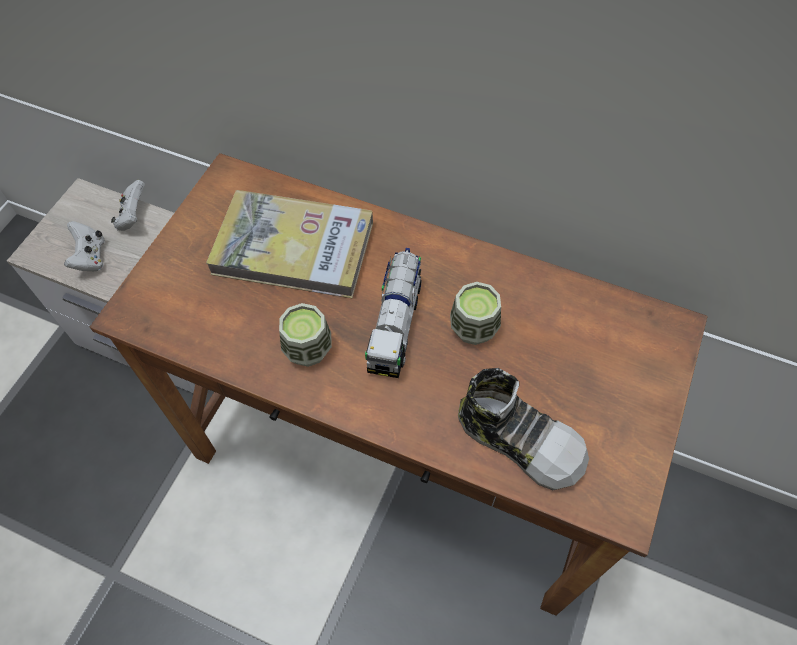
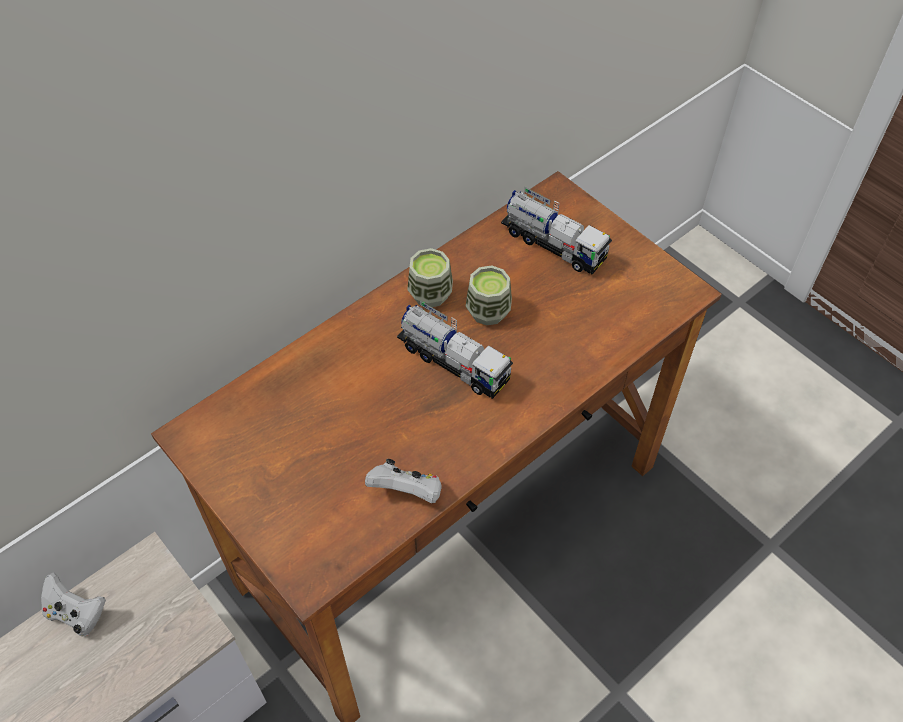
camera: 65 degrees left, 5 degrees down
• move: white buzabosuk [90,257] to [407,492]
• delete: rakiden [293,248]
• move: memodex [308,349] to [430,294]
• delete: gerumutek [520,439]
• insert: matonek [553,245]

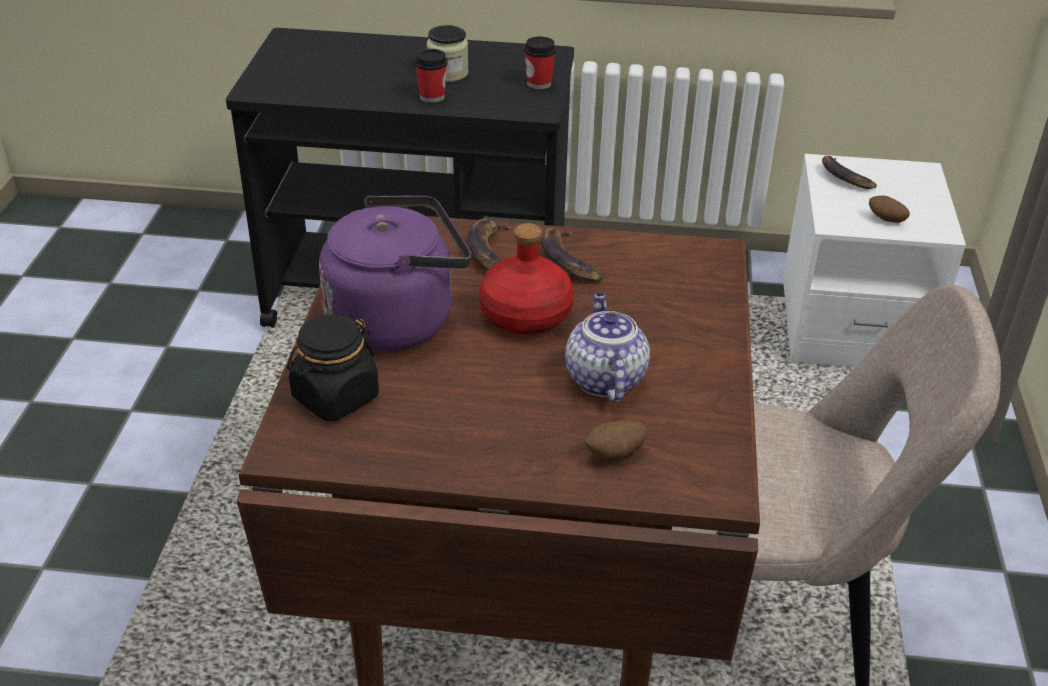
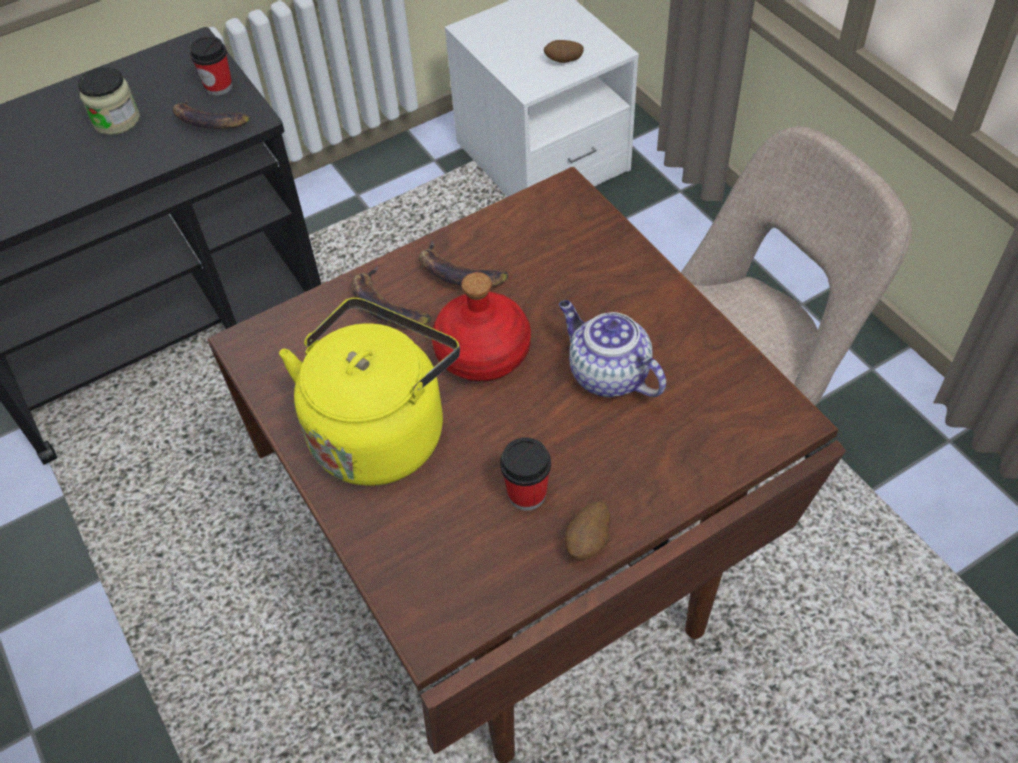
camera: 35 degrees left, 15 degrees up
• delete: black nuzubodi [335,397]
• recolor: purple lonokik [397,320] to yellow lonokik [381,429]
• move: memodex [432,97] to [527,494]
• move: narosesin [615,454] to [588,542]
• move: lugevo [844,177] to [209,121]

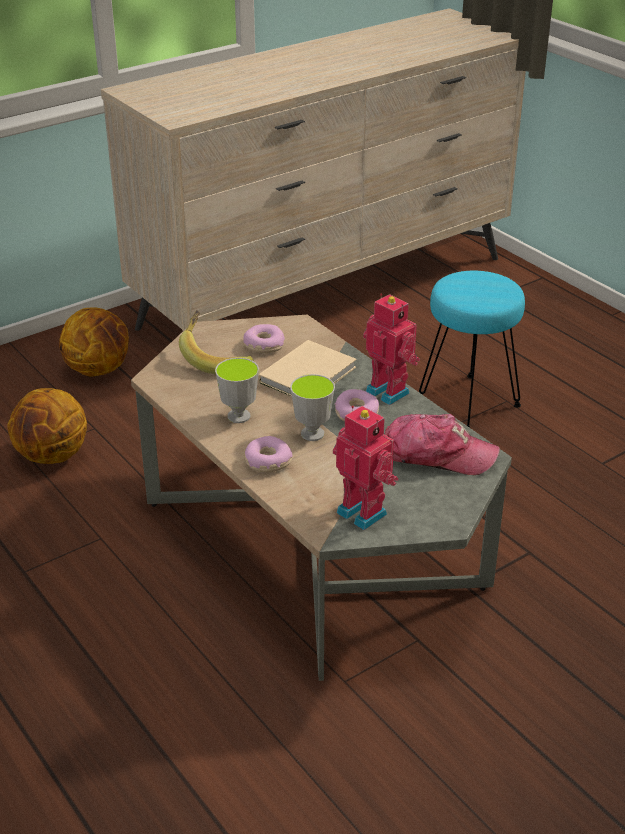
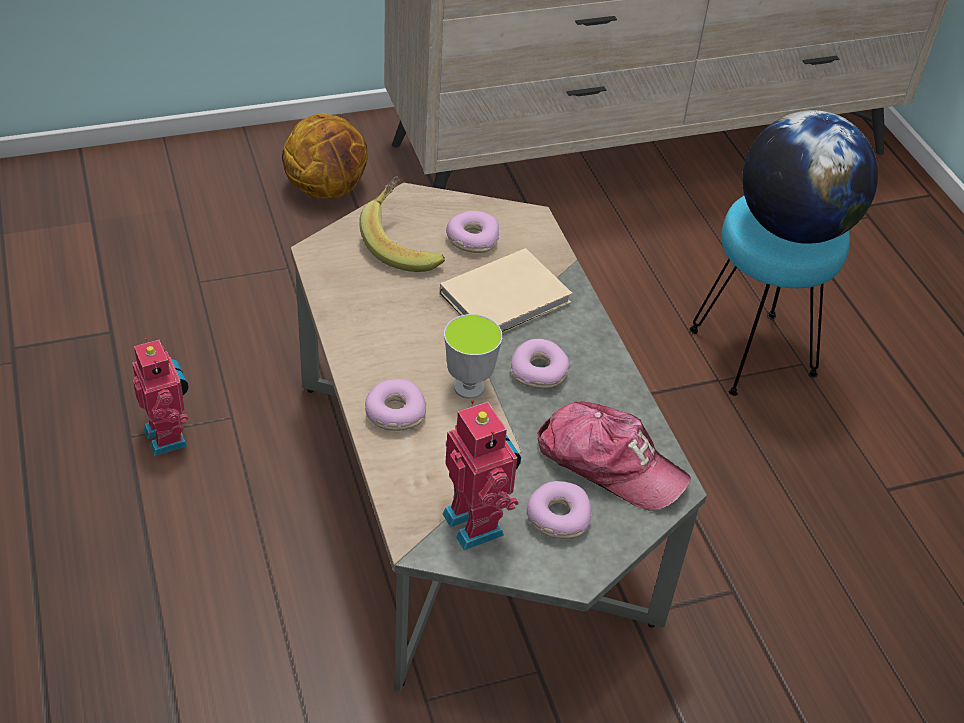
camera: 15 degrees right, 10 degrees up
• delete: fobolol [52,456]
• delete: memodex [239,416]
• move: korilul [389,391] to [169,436]
• insert: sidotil [557,517]
• insert: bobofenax [793,228]

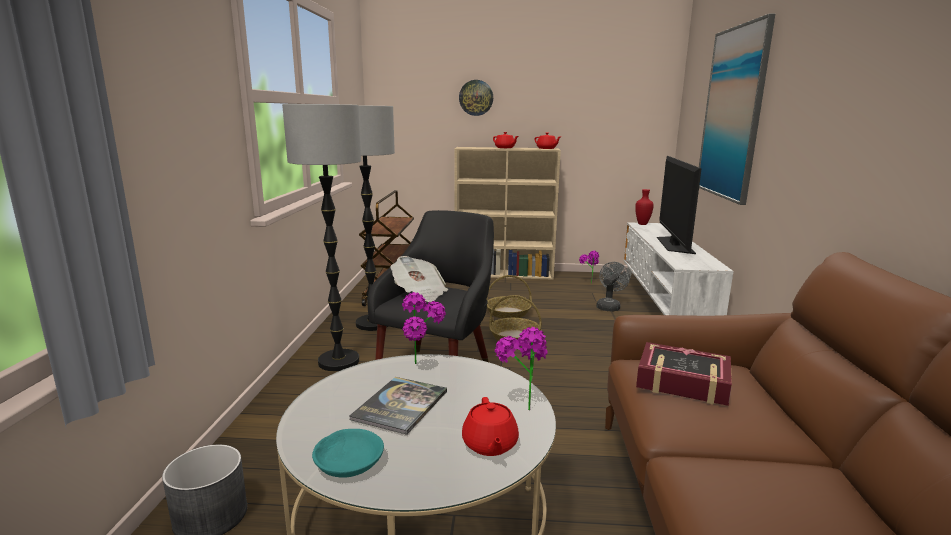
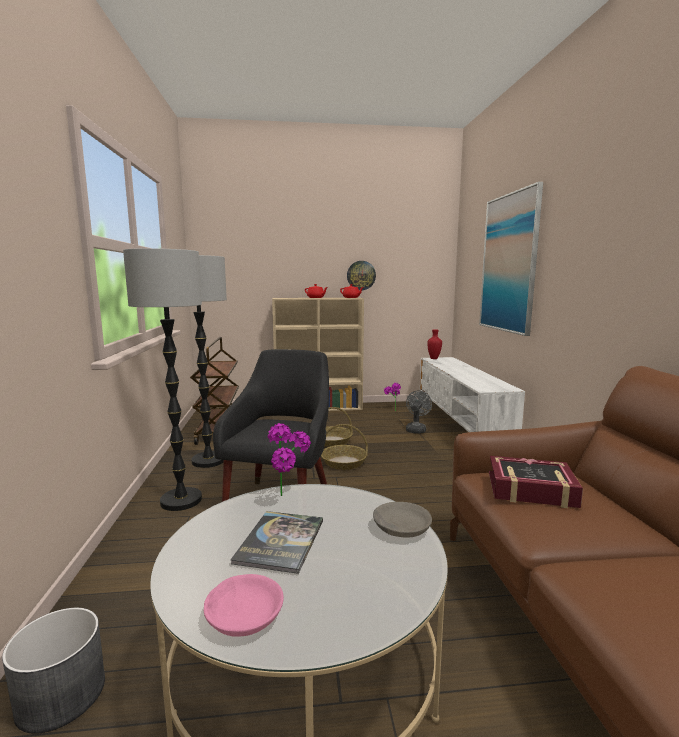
camera: 10 degrees left, 5 degrees down
• recolor: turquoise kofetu [349,462] to pink kofetu [244,615]
• delete: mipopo [419,293]
• move: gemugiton [476,98] to [361,275]
• delete: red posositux [489,445]
• replace: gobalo [521,405] to grey kofetu [400,527]
• delete: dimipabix [674,244]

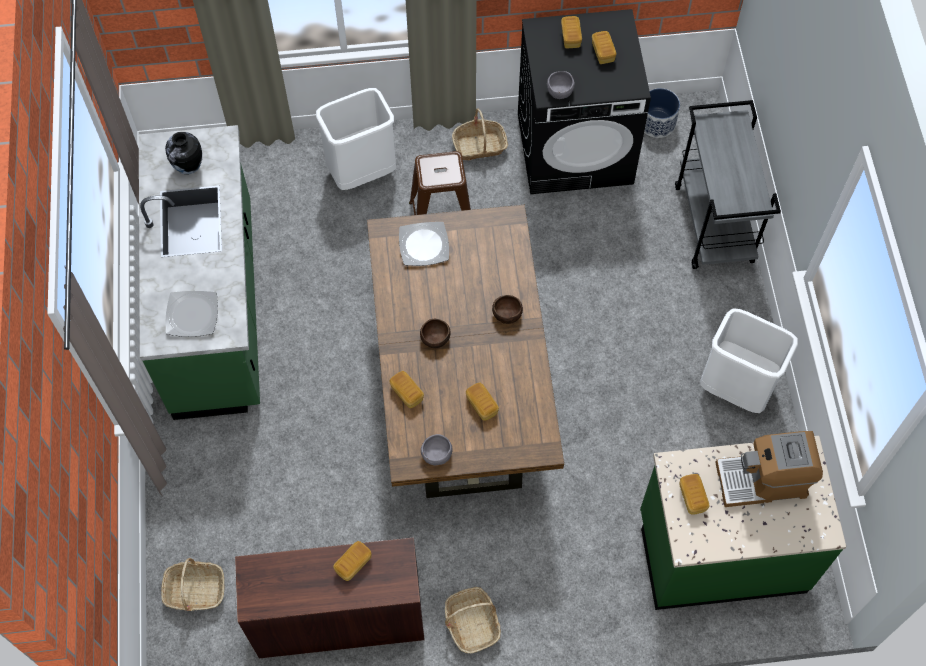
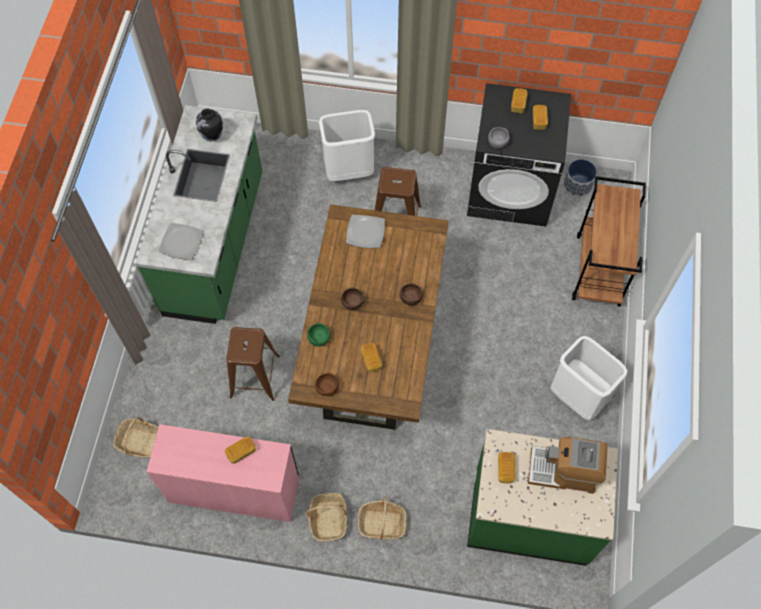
camera: 15 degrees right, 0 degrees up
• recolor: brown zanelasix [339,617] to pink zanelasix [234,488]
• replace: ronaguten [407,393] to green kofetu [319,337]
• recolor: grey kofetu [436,454] to brown kofetu [326,387]
• move: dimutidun [479,146] to [382,523]
• recolor: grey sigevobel [714,224] to brown sigevobel [598,271]
• insert: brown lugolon [254,377]

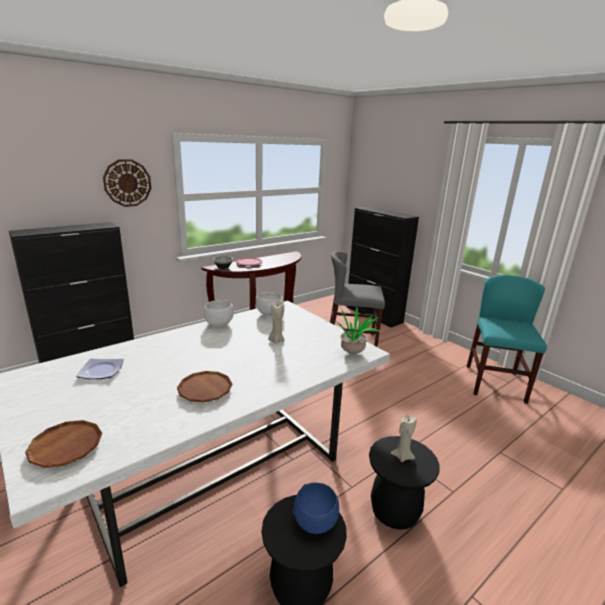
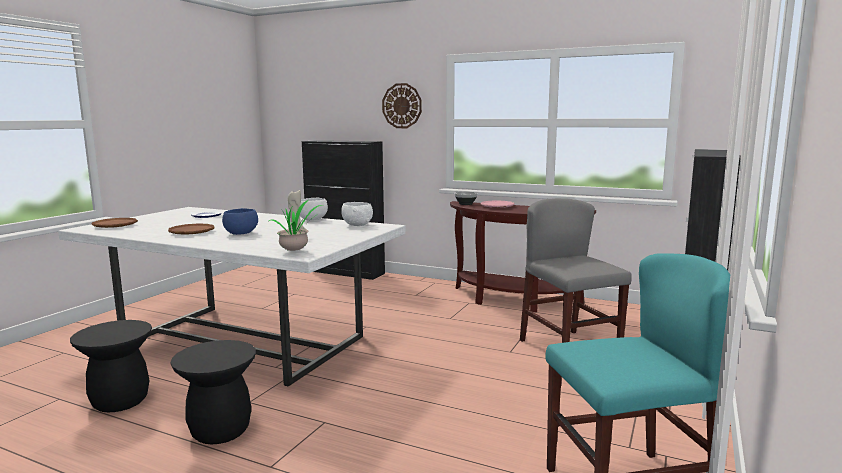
camera: 65 degrees right, 10 degrees down
• move: blue kofetu [315,522] to [240,234]
• delete: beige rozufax [402,456]

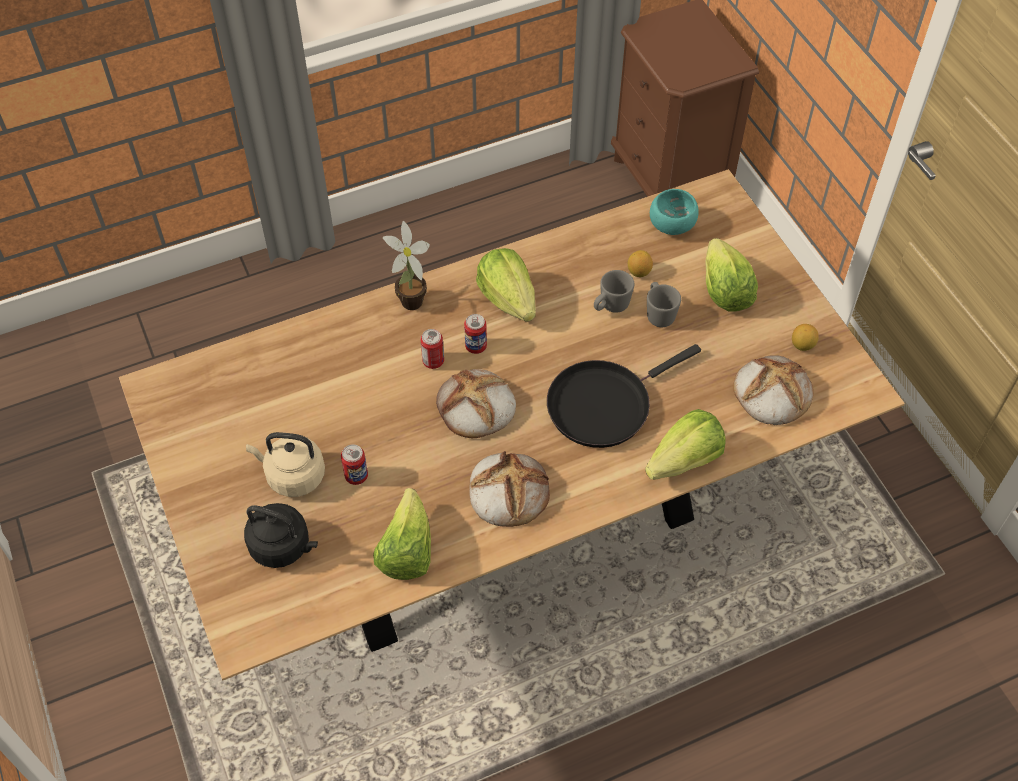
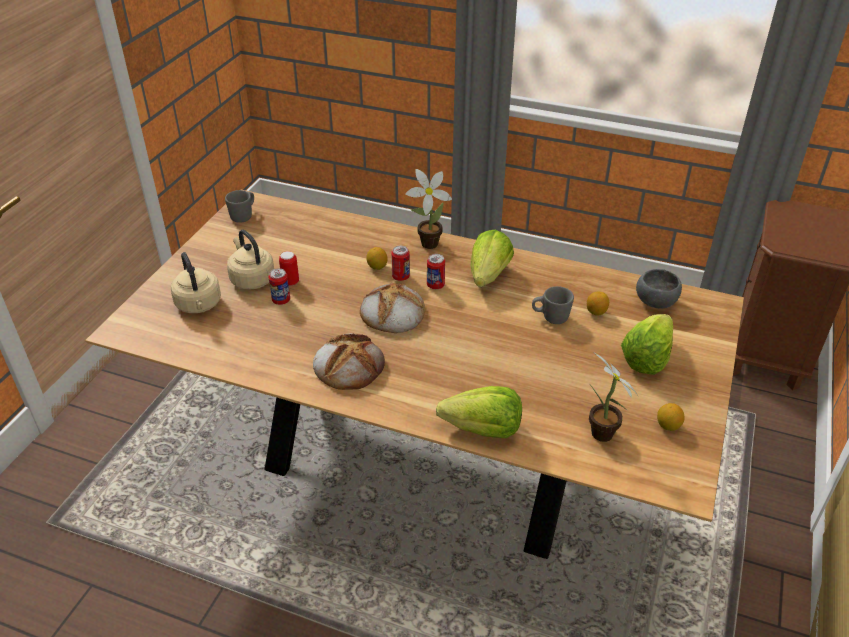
camera: 45 degrees right, 15 degrees down
• recolor: black lonokik [283,546] to beige lonokik [199,305]
• delete: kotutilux [406,551]
• delete: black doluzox [604,404]
• move: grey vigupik [658,313] to [244,216]
• recolor: turquoise kofetu [673,225] to grey kofetu [656,303]
• replace: ronaguten [771,393] to gobalo [603,436]
• insert: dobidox [290,282]
• insert: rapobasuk [377,267]

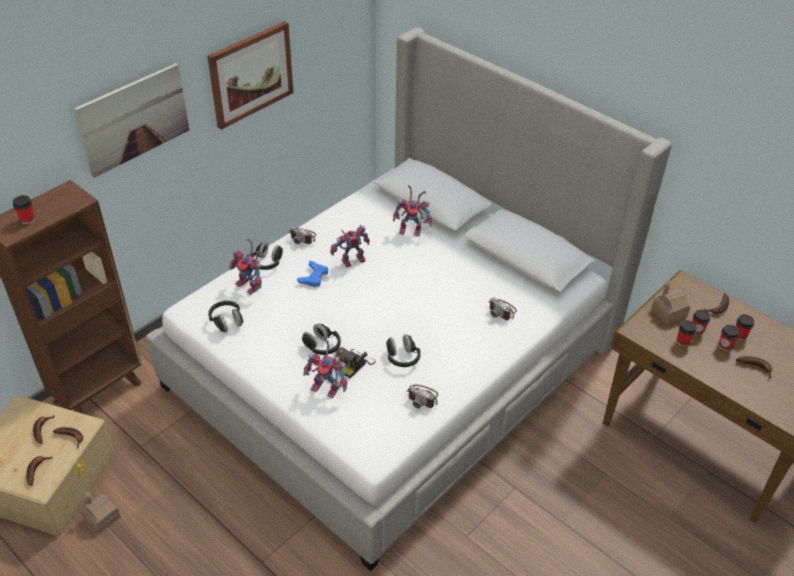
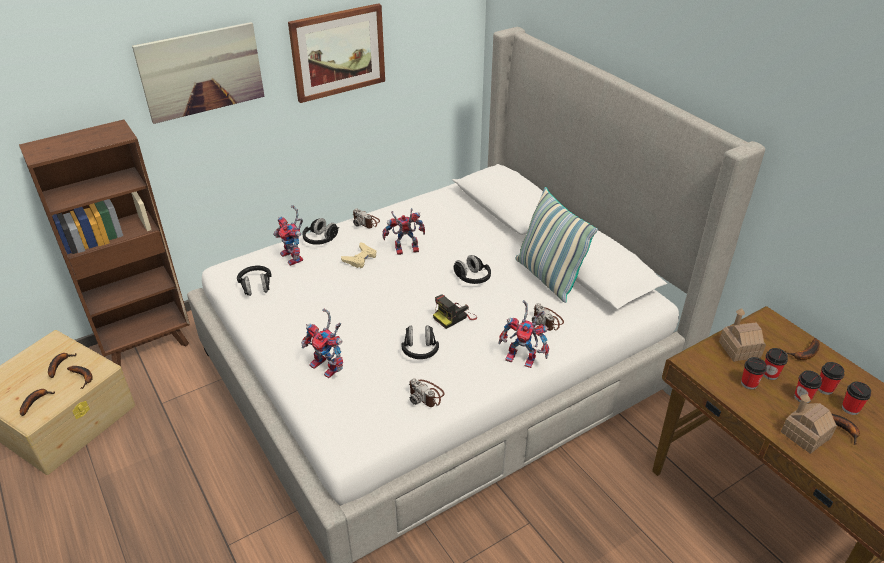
camera: 15 degrees right, 5 degrees down
• move: memodex [28,220] to [850,408]
• move: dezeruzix [102,517] to [805,435]
• recolor: blue buzabosuk [314,277] to beige buzabosuk [360,258]
• move: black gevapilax [322,346] to [472,278]
• move: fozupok [354,364] to [454,316]
• move: korilul [412,230] to [524,358]
• insert: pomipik [548,277]

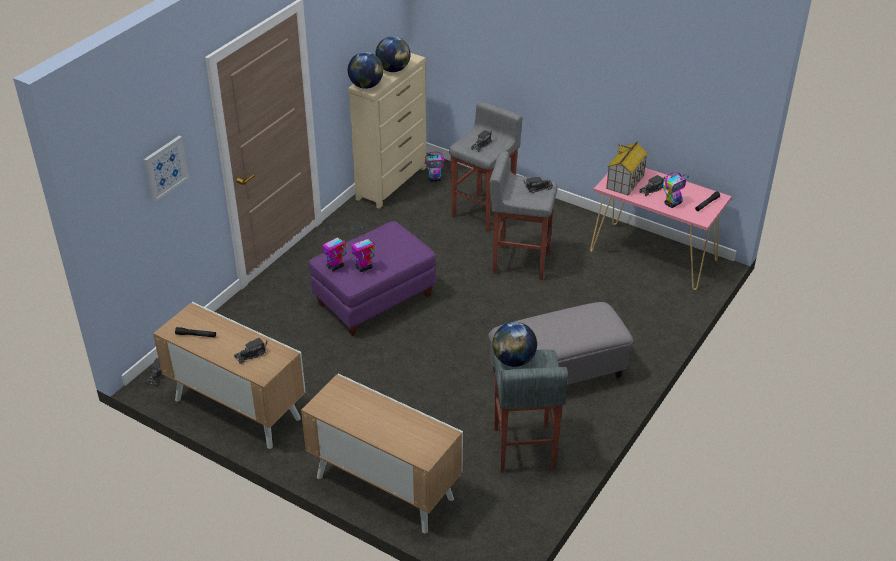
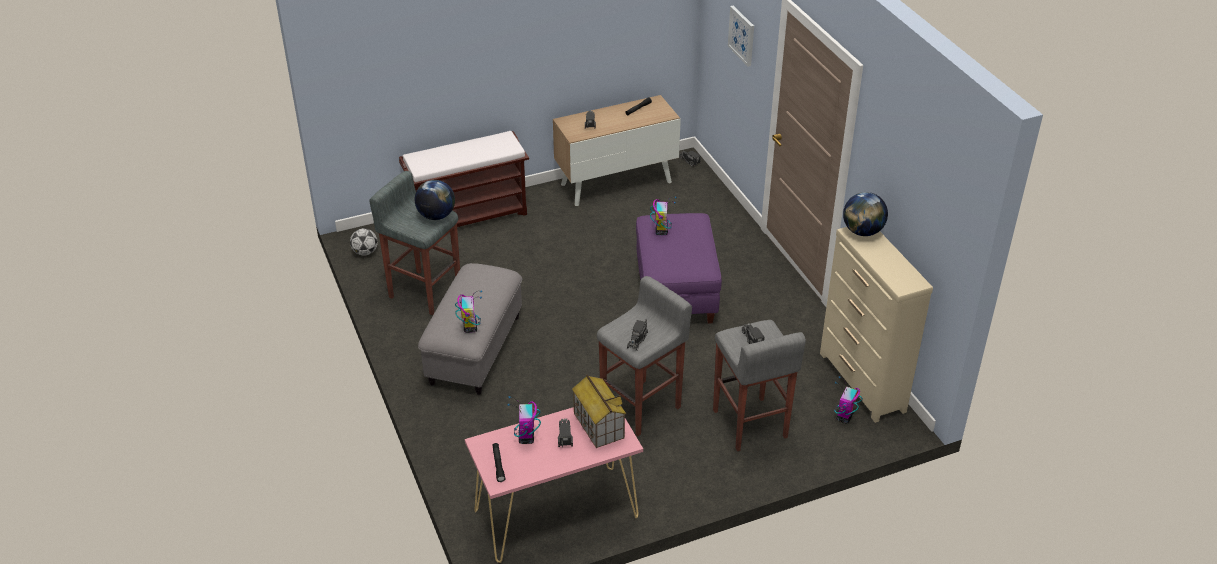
camera: 125 degrees right, 0 degrees up
• replace: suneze [383,488] to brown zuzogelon [469,215]
• move: korilul [335,267] to [470,327]
• delete: bobofenax [393,70]
• insert: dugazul [365,252]

